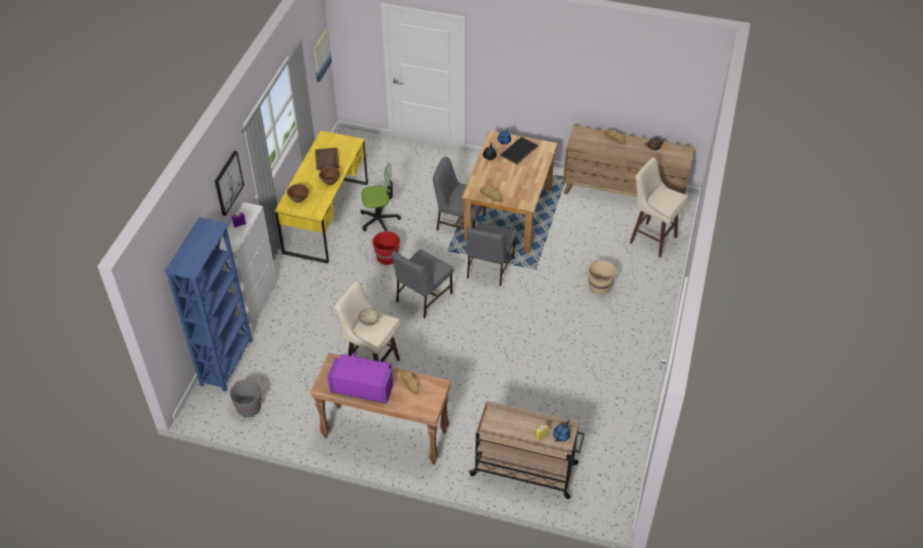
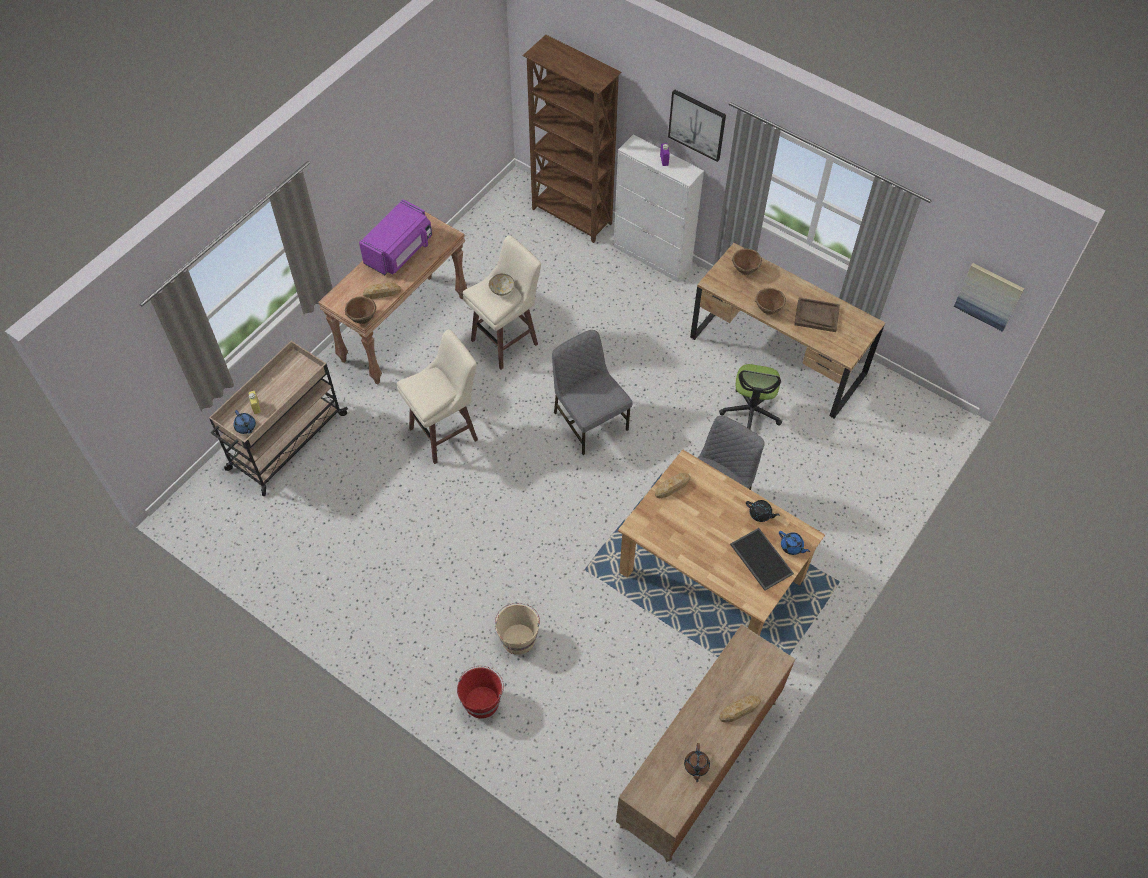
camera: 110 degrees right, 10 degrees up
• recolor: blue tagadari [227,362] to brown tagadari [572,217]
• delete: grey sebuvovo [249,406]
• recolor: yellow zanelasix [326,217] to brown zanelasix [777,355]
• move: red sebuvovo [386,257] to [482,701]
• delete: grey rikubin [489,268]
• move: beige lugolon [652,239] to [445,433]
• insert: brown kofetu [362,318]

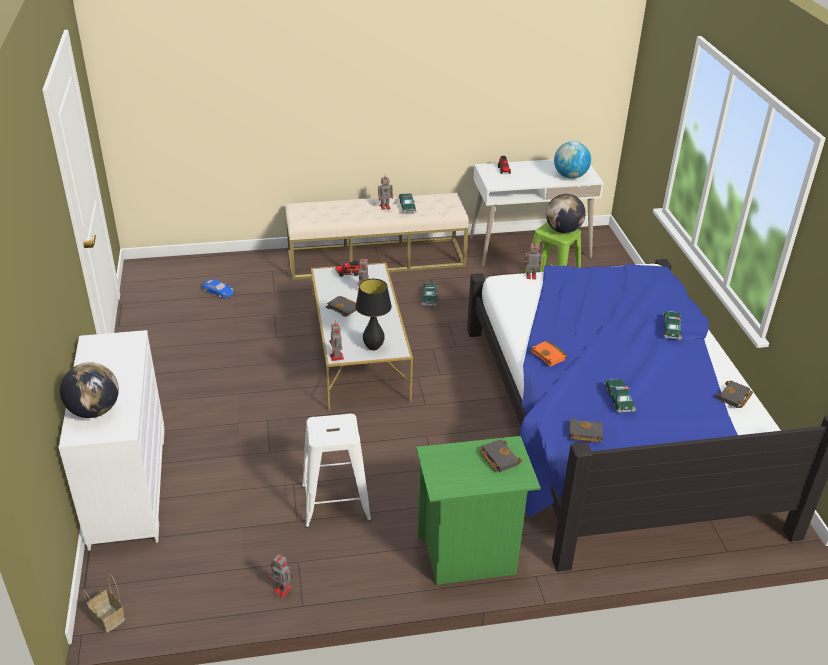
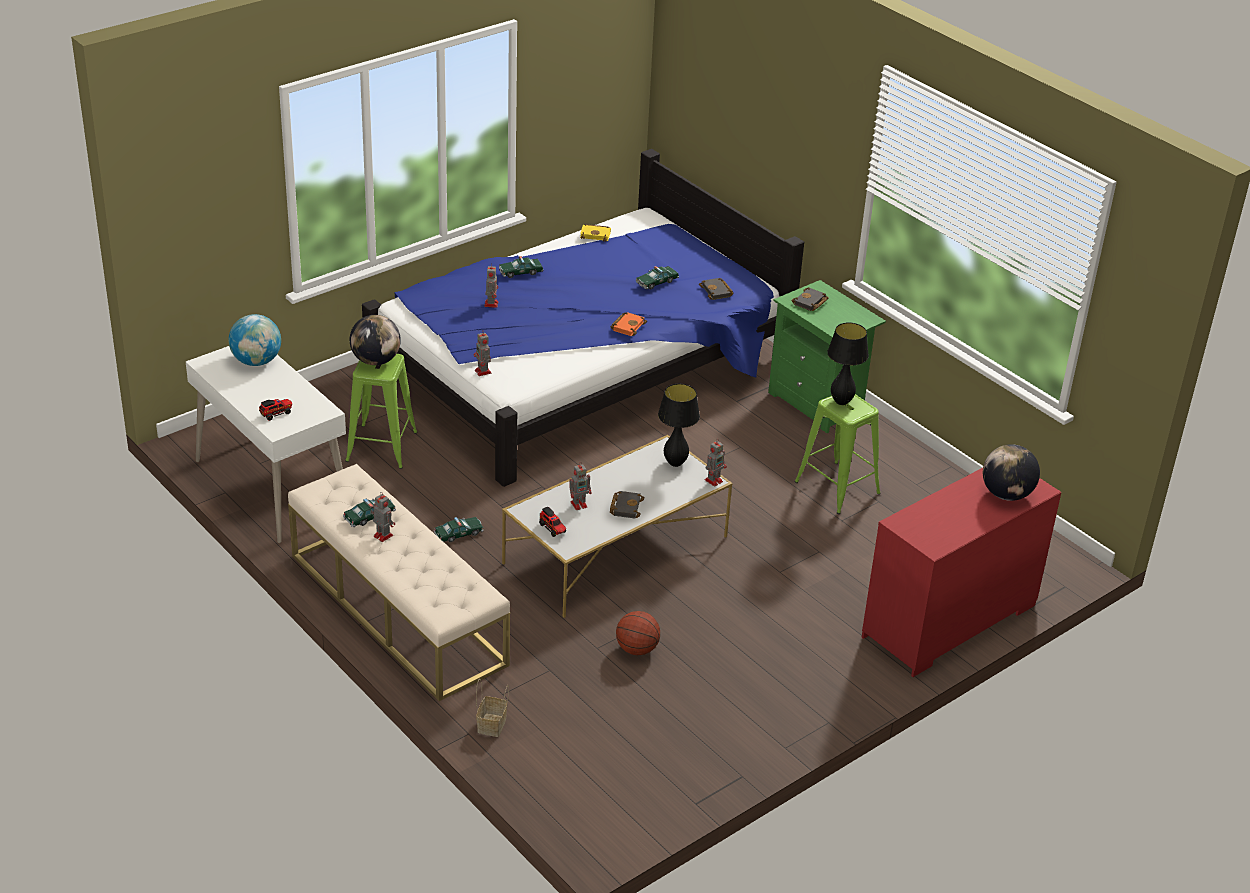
camera: 120 degrees left, 0 degrees up
• recolor: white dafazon [127,485] to red dafazon [950,622]
• move: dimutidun [107,618] to [492,726]
• delete: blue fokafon [218,291]
• move: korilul [283,590] to [491,303]
• recolor: white lugolon [336,503] to green lugolon [836,487]
• recolor: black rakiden [734,397] to yellow rakiden [596,235]
• insert: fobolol [637,649]
• insert: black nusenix [841,402]

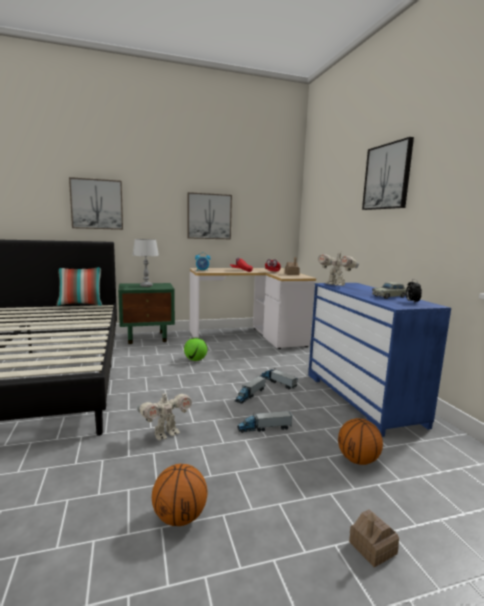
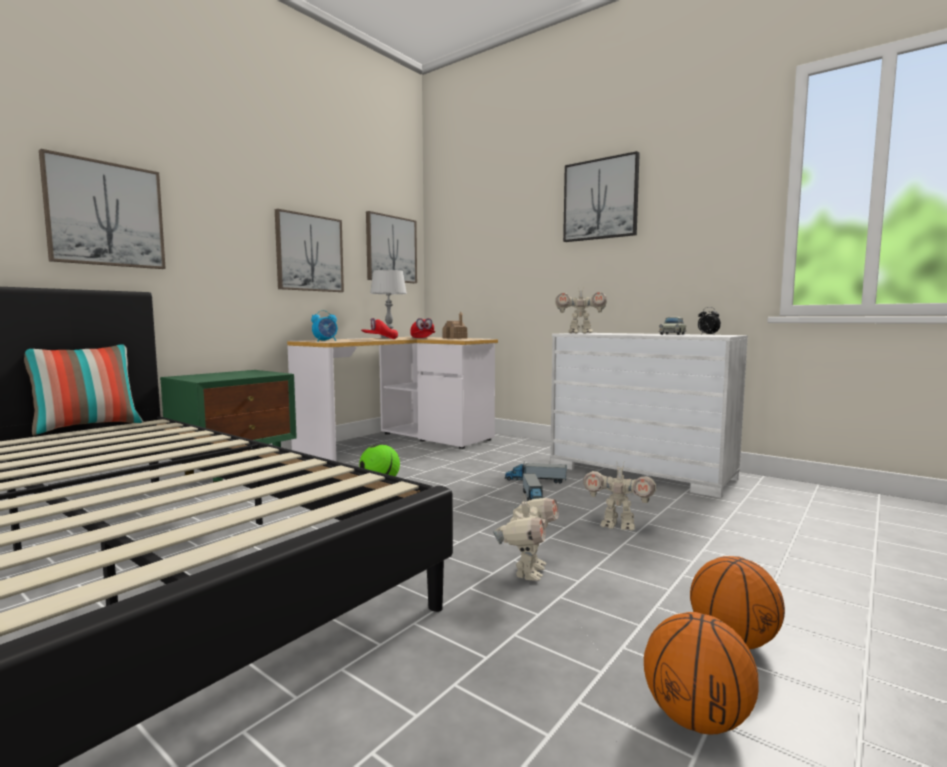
camera: 35 degrees left, 5 degrees down
• move: grey nusenix [146,286] to [389,338]
• replace: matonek [264,428] to korilul [618,526]
• recolor: blue dafazon [362,398] to white dafazon [641,472]
• move: fobolol [357,460] to [696,719]
• delete: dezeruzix [372,548]
• insert: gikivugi [391,249]

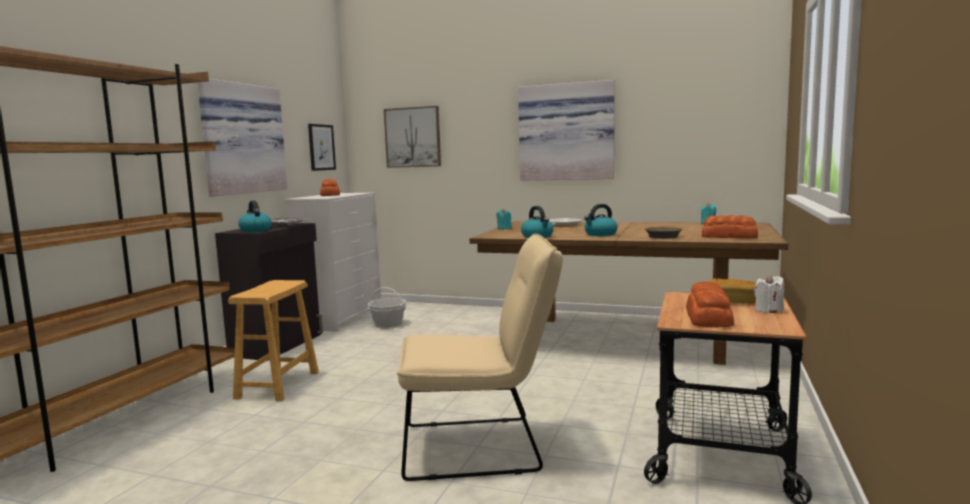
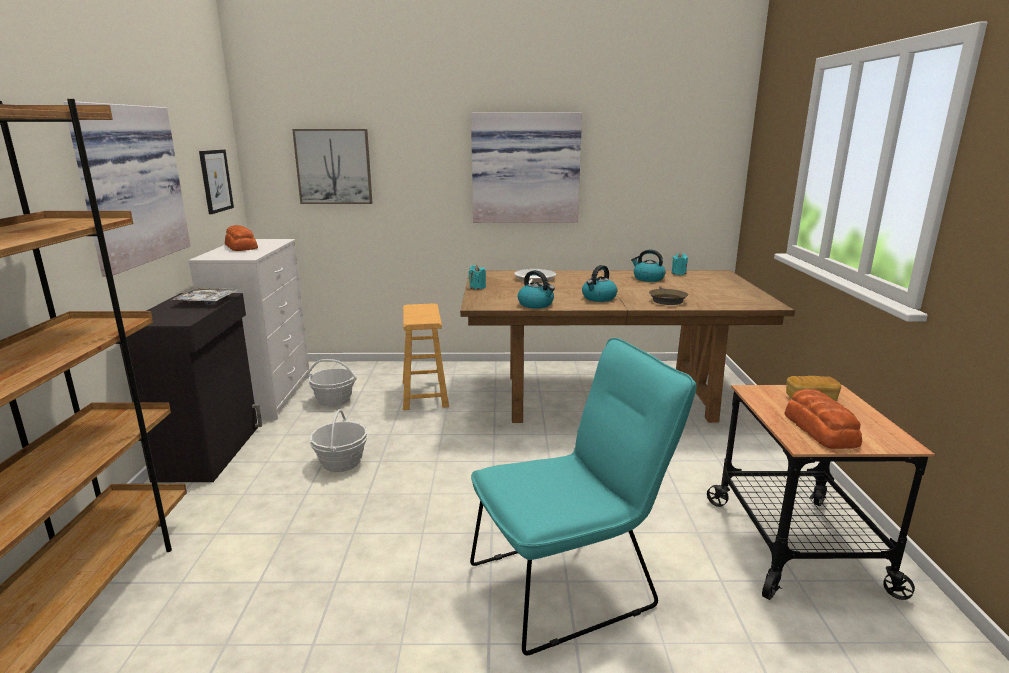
camera: 20 degrees left, 10 degrees up
• move: brown lugolon [277,385] to [424,394]
• move: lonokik [255,230] to [648,278]
• recolor: beige rikubin [482,447] to turquoise rikubin [572,582]
• delete: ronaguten [729,236]
• delete: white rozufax [768,310]
• insert: dimutidun [341,462]

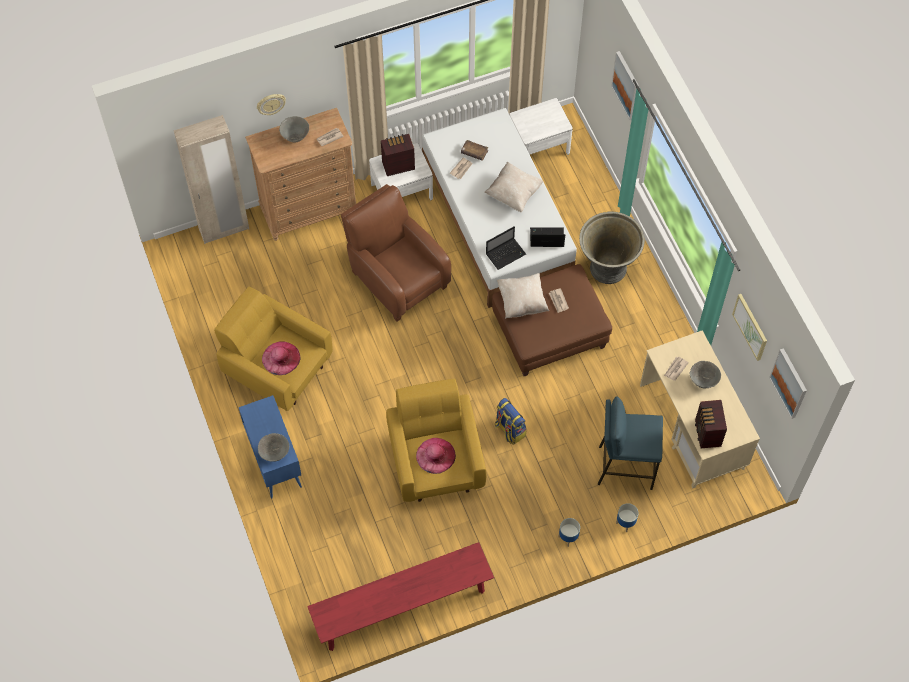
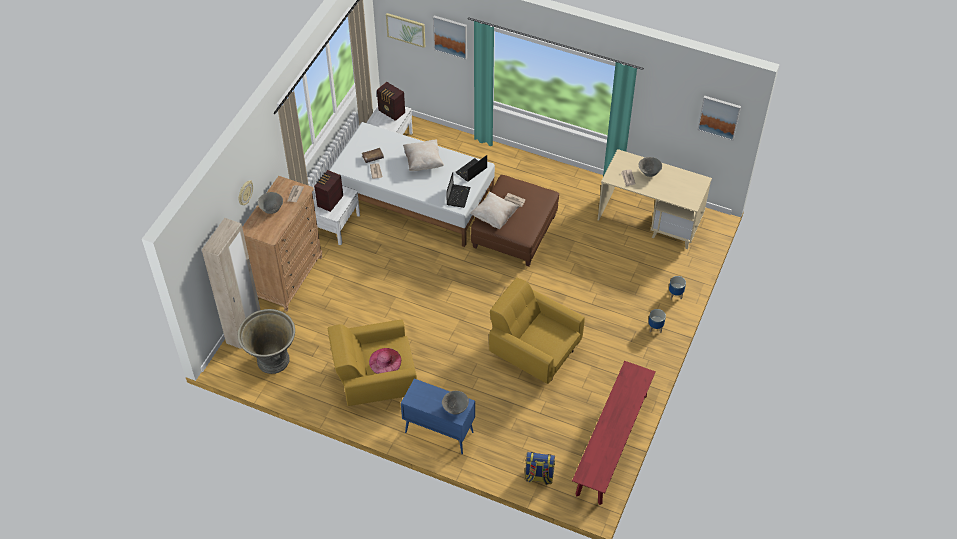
camera: 45 degrees left, 10 degrees down
• delete: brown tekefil [397,276]
• delete: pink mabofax [435,455]
• move: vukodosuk [509,430] to [538,477]
• move: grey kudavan [607,268] to [272,361]
• delete: blue lugolon [625,466]
• move: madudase [707,433] to [391,112]
• move: gikivugi [750,326] to [406,29]

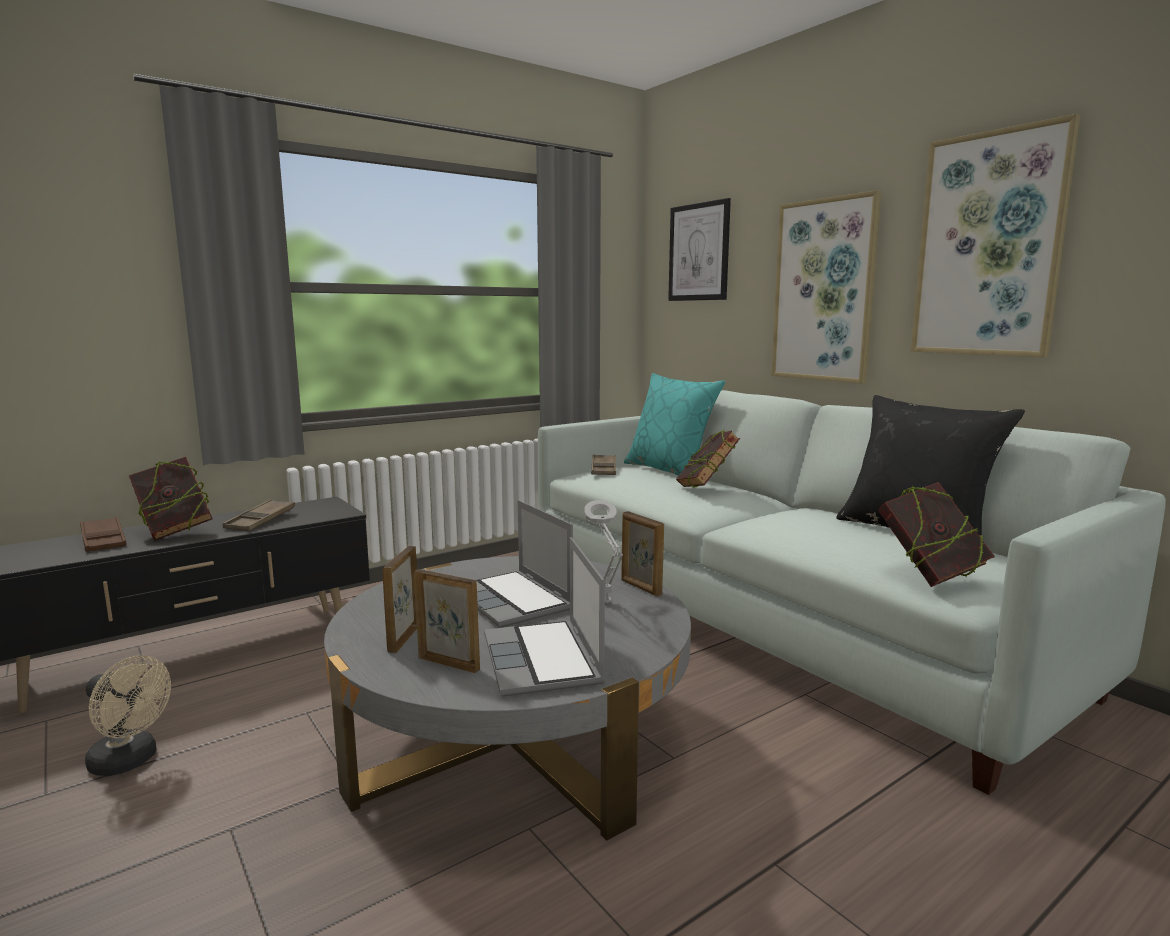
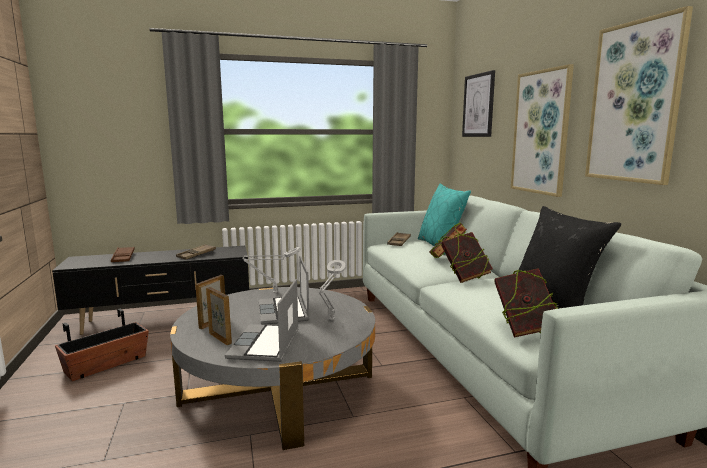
camera: 20 degrees right, 0 degrees up
• replace: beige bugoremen [130,761] to kudavan [106,364]
• move: rakiden [175,532] to [465,278]
• delete: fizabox [640,588]
• insert: grey nusenix [273,292]

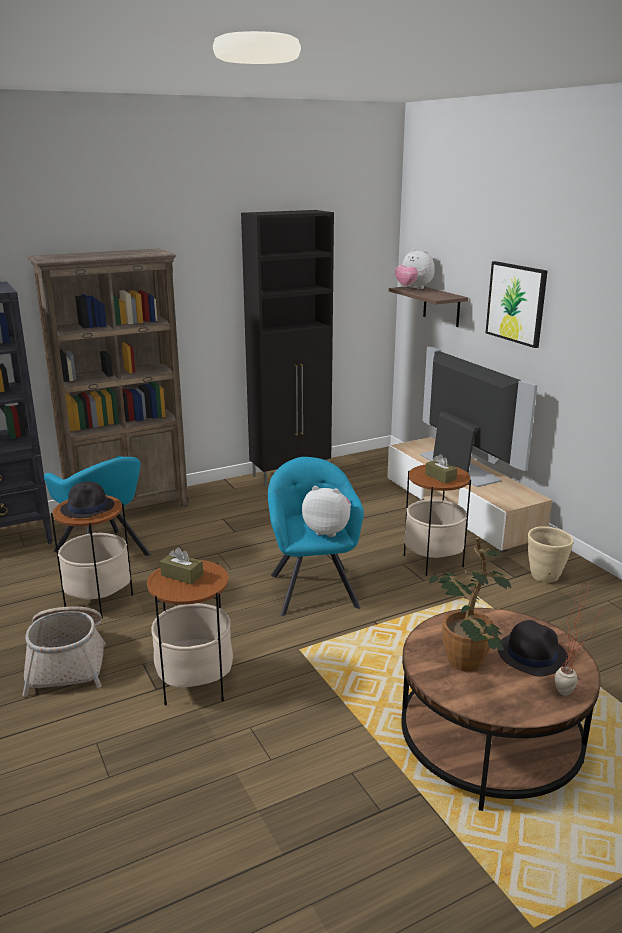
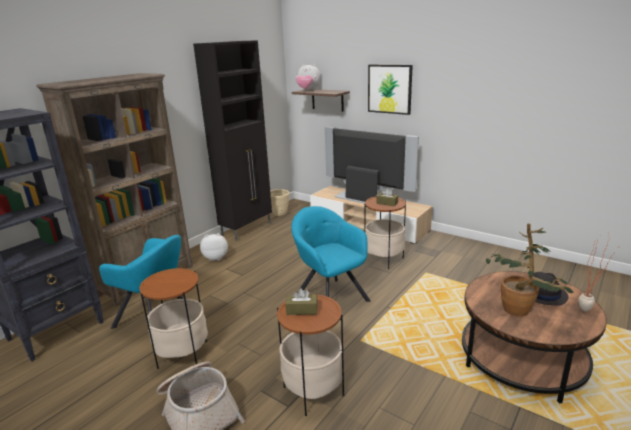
camera: 25 degrees left, 0 degrees up
• delete: black mabofax [88,508]
• move: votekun [327,531] to [216,258]
• move: beige kudavan [545,577] to [280,214]

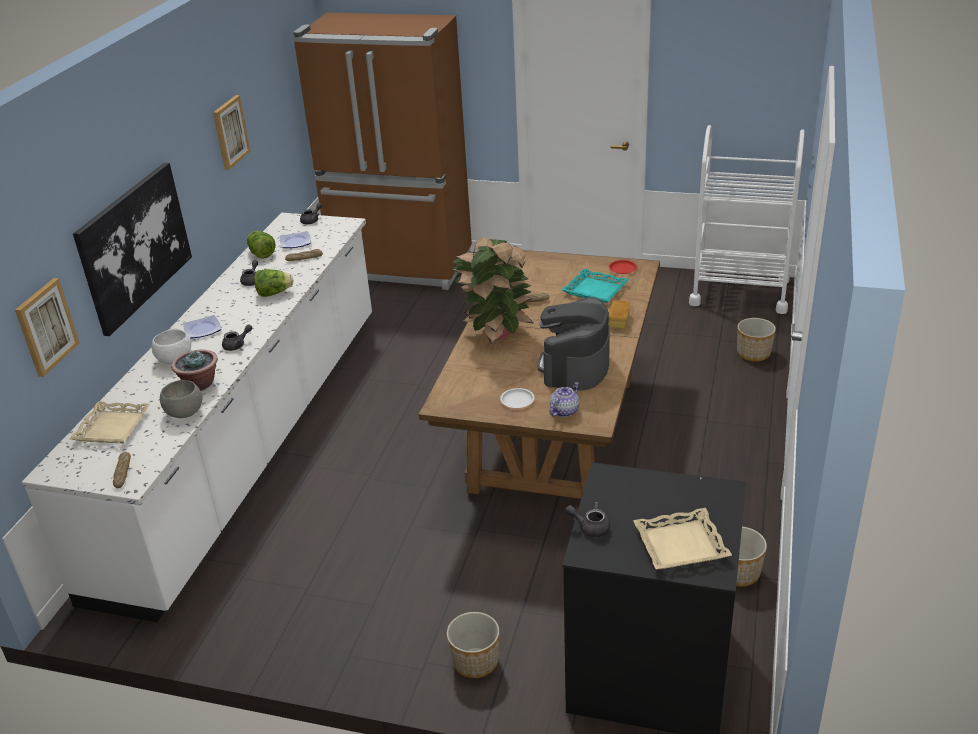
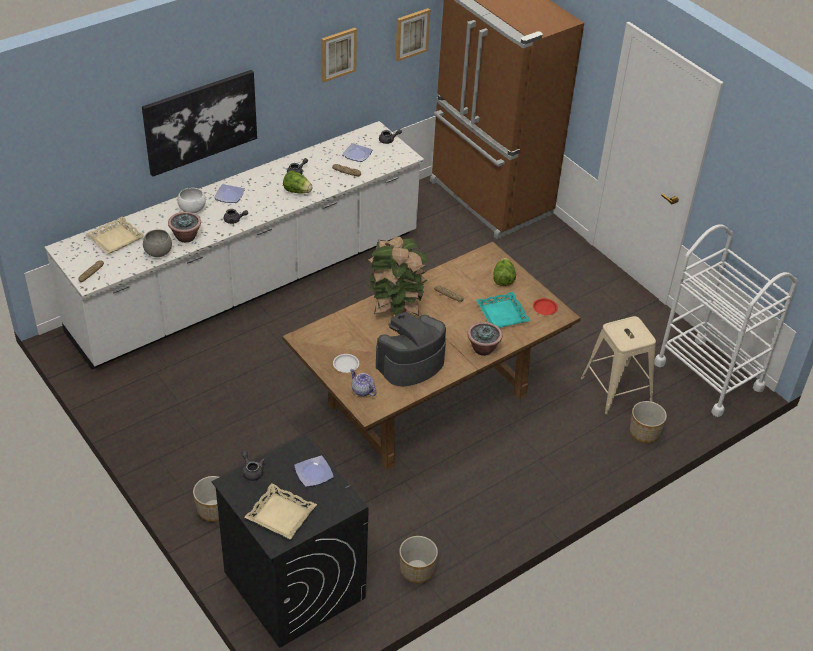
camera: 35 degrees right, 10 degrees up
• move: gikivugi [46,326] to [411,34]
• move: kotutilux [261,254] to [503,279]
• rotate: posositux [564,411] = [362,390] 120 degrees counterclockwise
• replace: ronaguten [619,321] to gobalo [483,349]
• insert: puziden [314,473]
• insert: beige lugolon [615,389]

